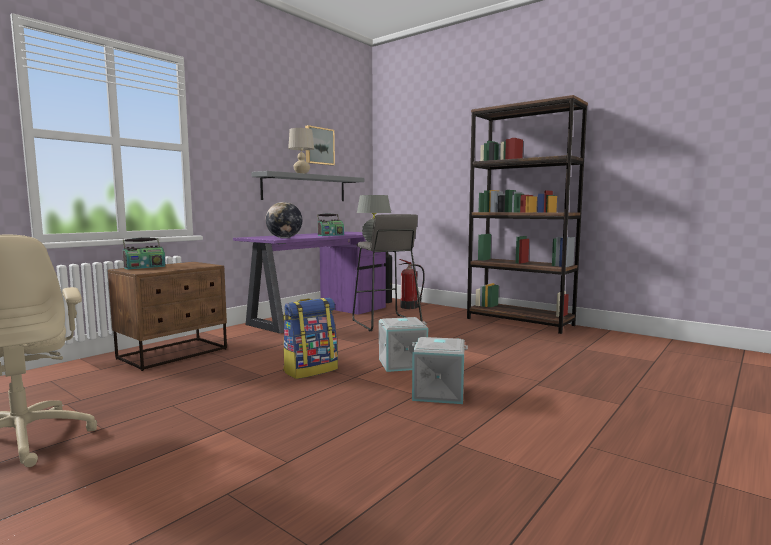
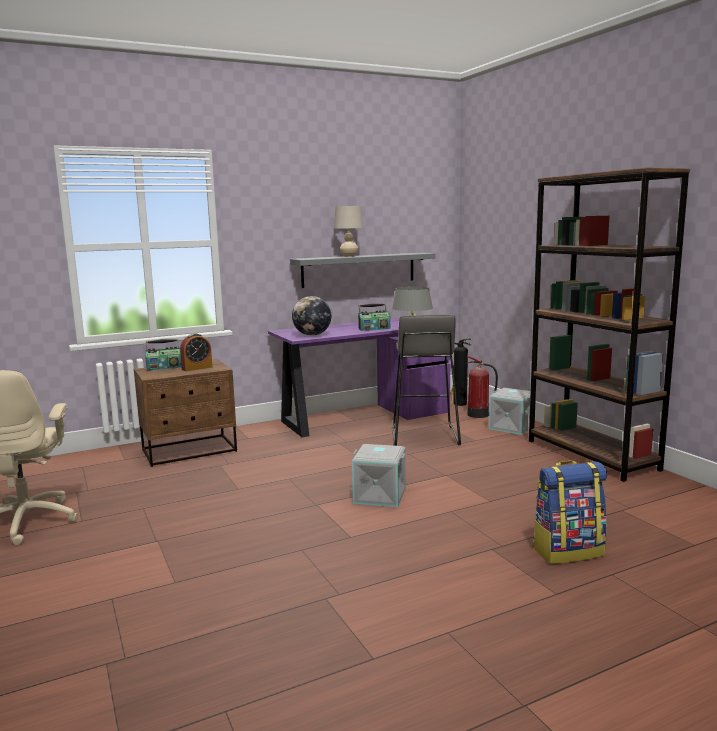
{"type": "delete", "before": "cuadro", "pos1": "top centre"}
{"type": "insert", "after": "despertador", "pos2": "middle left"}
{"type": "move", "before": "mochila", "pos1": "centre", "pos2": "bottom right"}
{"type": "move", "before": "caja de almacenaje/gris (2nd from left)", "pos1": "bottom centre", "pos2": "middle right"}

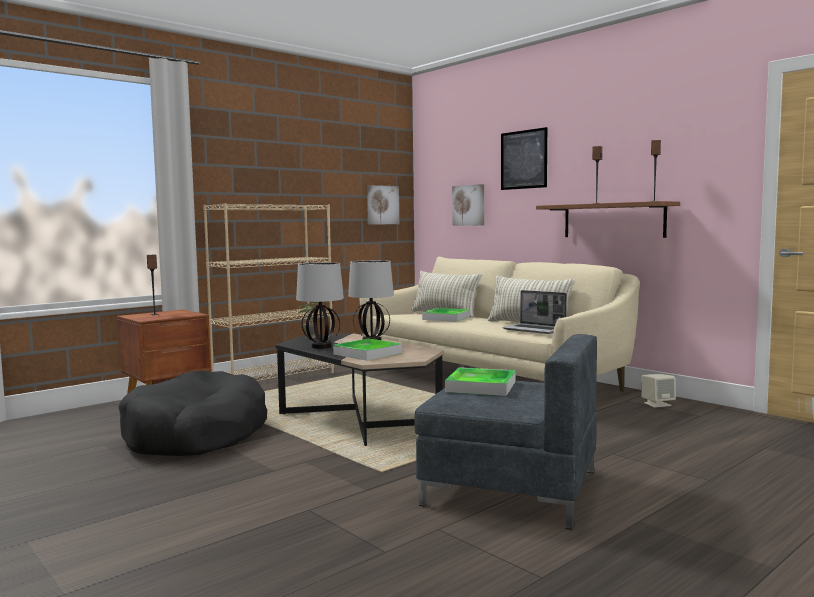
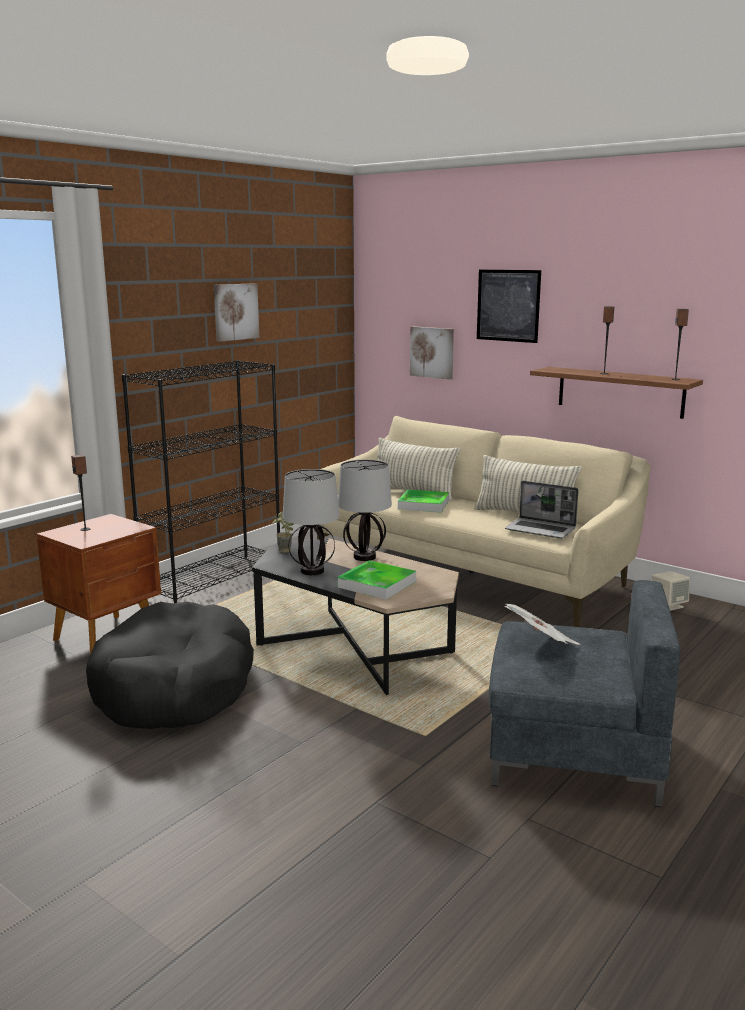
{"type": "move", "before": "cuadro (1st from left)", "pos1": "centre", "pos2": "top left"}
{"type": "replace", "before": "bandeja (3rd from left)", "after": "periódico", "pos1": "centre", "pos2": "middle right"}
{"type": "recolor", "before": "estantería/beis", "after": "estantería/negro", "pos1": "middle left", "pos2": "middle left"}

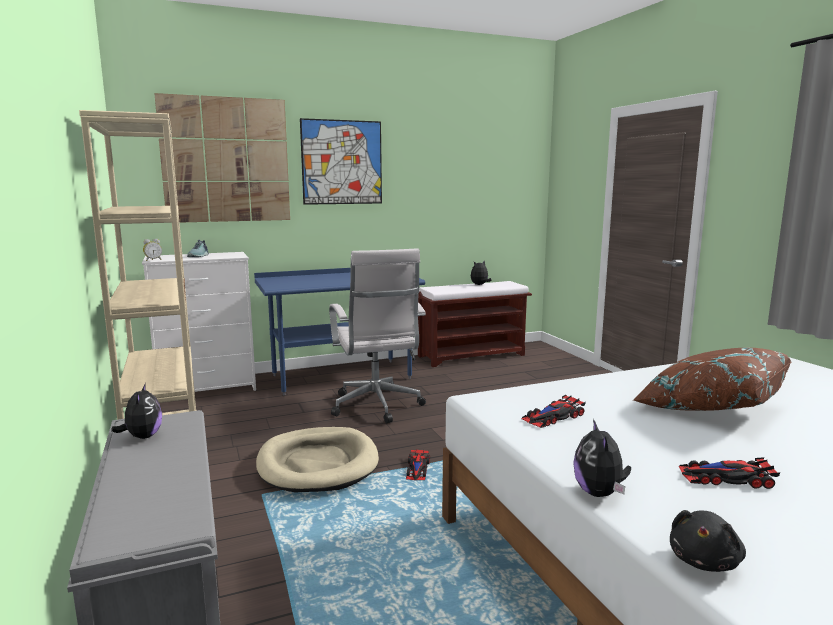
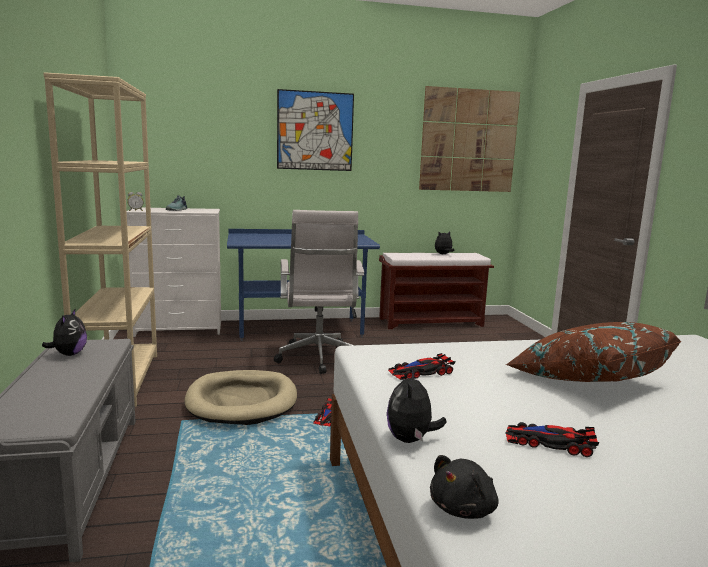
{"type": "move", "before": "cuadro (1st from left in the first image)", "after": "cuadro (2nd from left)", "pos1": "top left", "pos2": "top centre"}

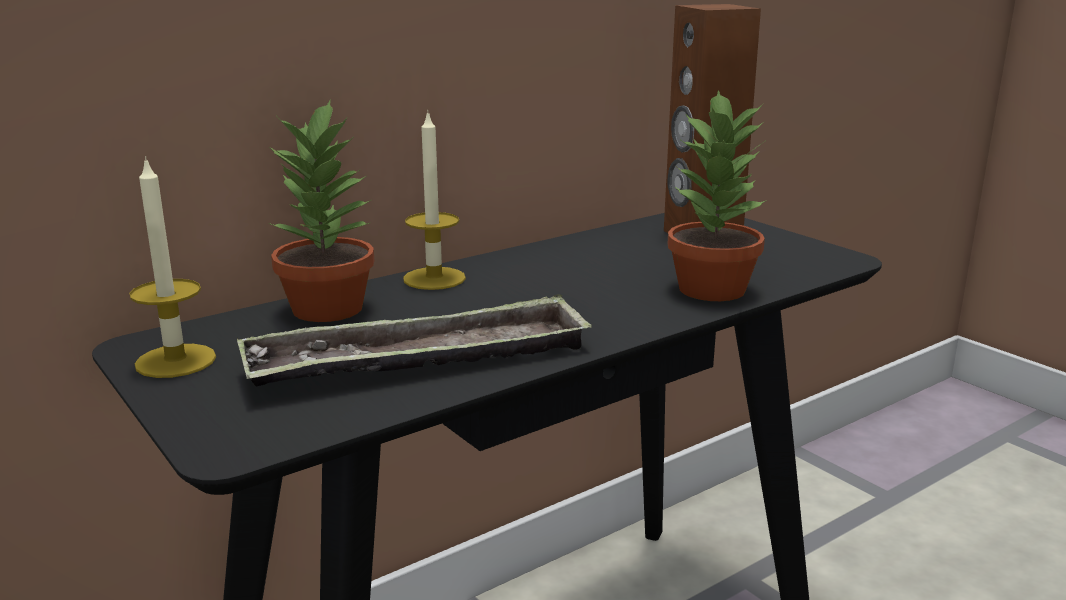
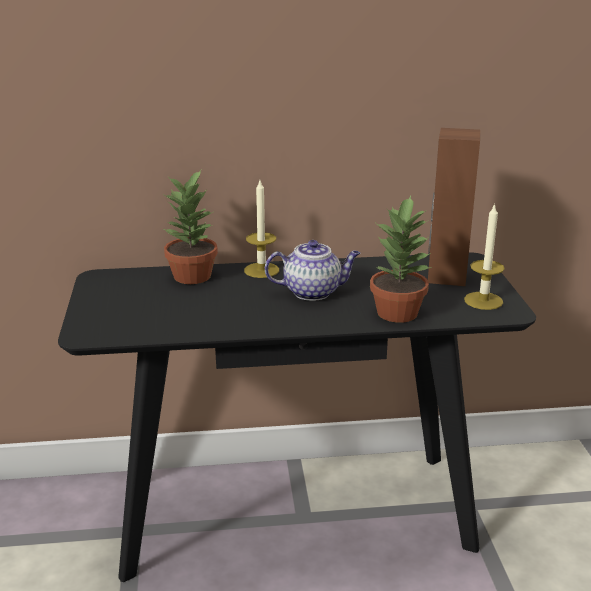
{"type": "delete", "before": "bandeja", "pos1": "centre"}
{"type": "insert", "after": "tetera", "pos2": "centre"}
{"type": "move", "before": "vela (1st from left in the first image)", "after": "vela (2nd from left)", "pos1": "middle left", "pos2": "middle right"}

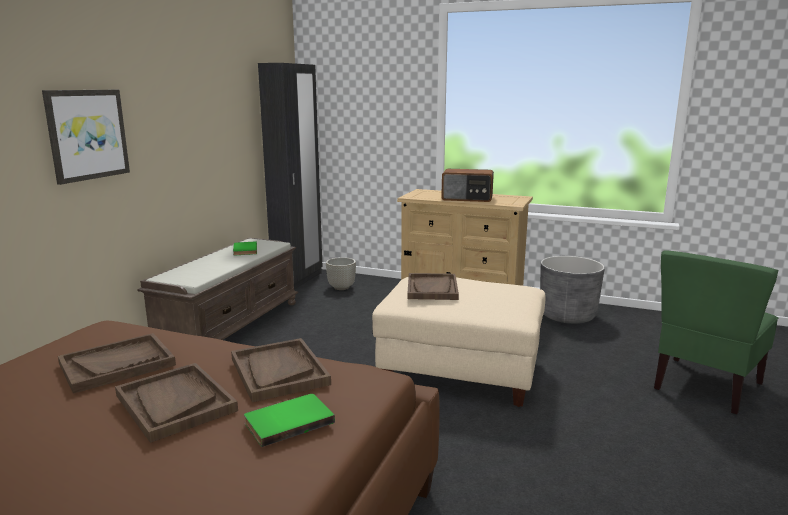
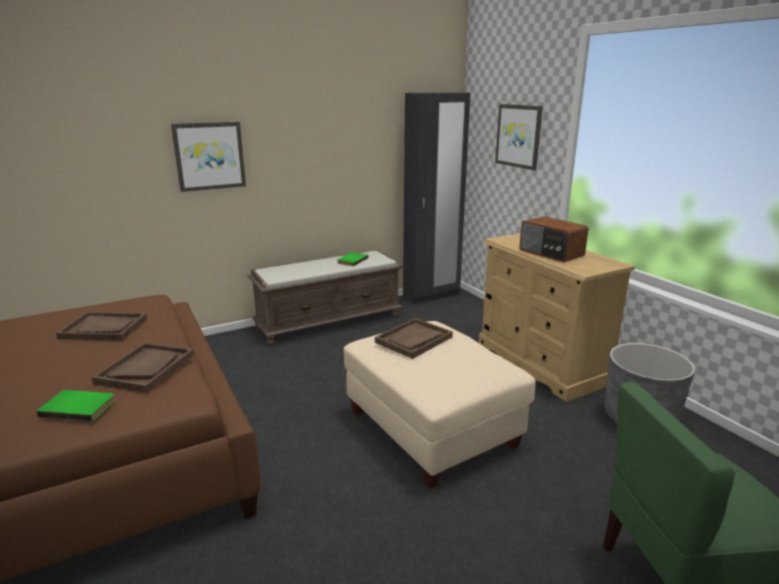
{"type": "delete", "before": "bandeja/marrón (2nd from left)", "pos1": "bottom left"}
{"type": "delete", "before": "maceta/gris (1st from left)", "pos1": "centre"}
{"type": "insert", "after": "cuadro (2nd from left)", "pos2": "top centre"}

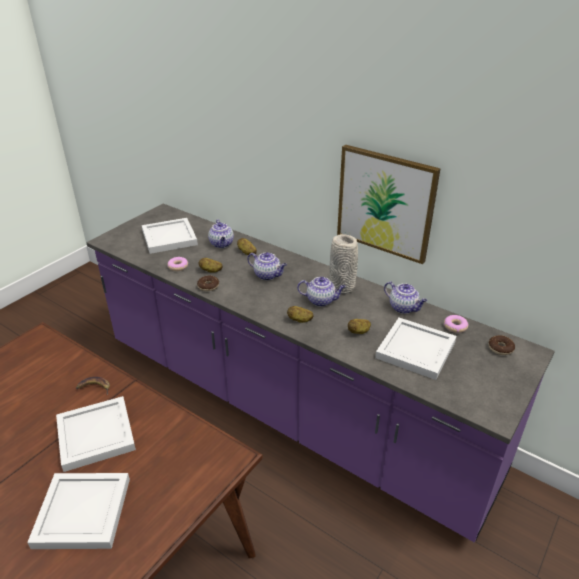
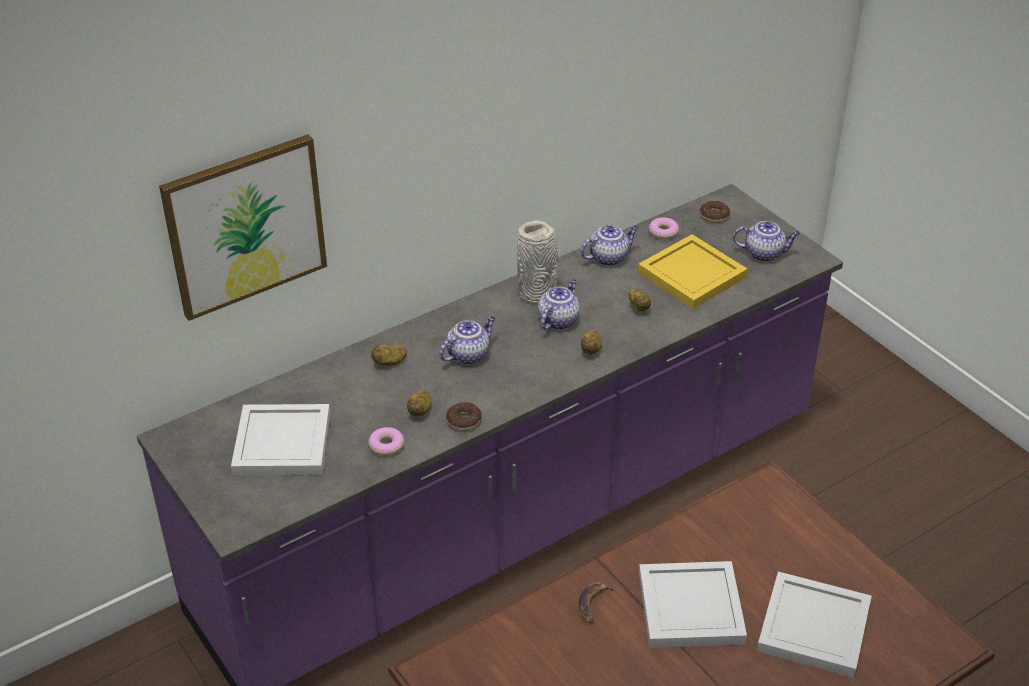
{"type": "move", "before": "tetera (1st from left in the first image)", "after": "tetera (4th from left)", "pos1": "centre", "pos2": "middle right"}
{"type": "move", "before": "cuadro", "pos1": "middle right", "pos2": "top left"}
{"type": "recolor", "before": "bandeja/blanco (4th from left)", "after": "bandeja/amarillo", "pos1": "middle right", "pos2": "middle right"}

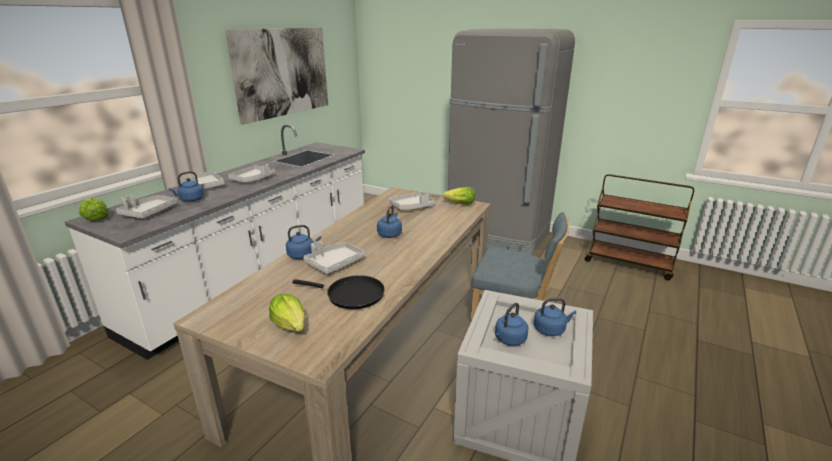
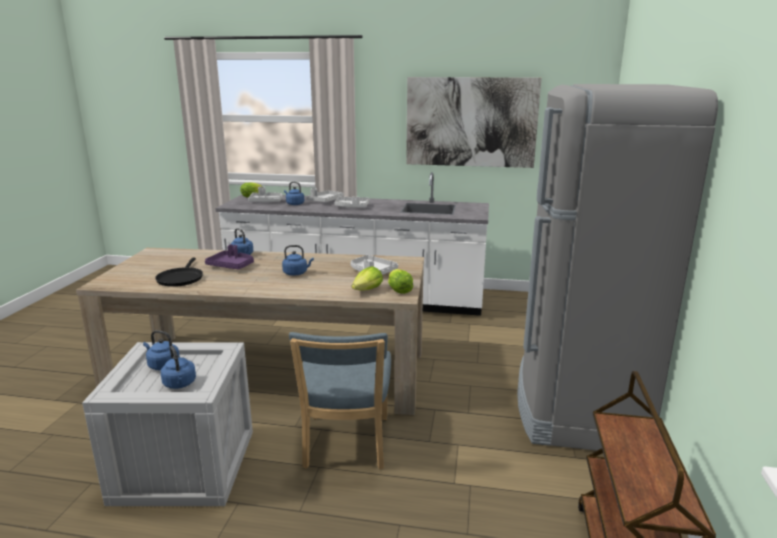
{"type": "move", "before": "lechuga (2nd from left)", "pos1": "bottom centre", "pos2": "centre"}
{"type": "recolor", "before": "bandeja/gris (4th from left)", "after": "bandeja/morado", "pos1": "centre", "pos2": "middle left"}

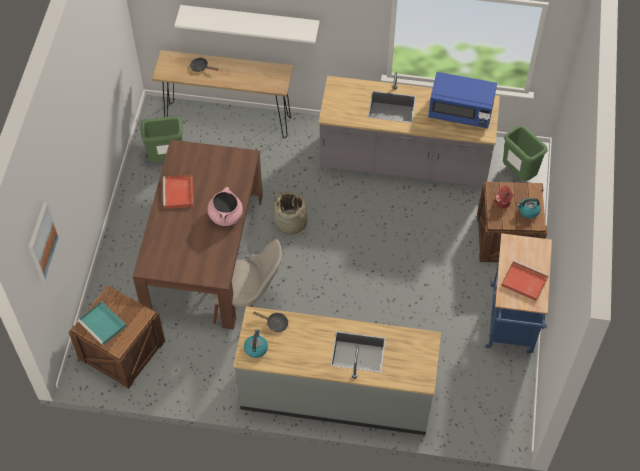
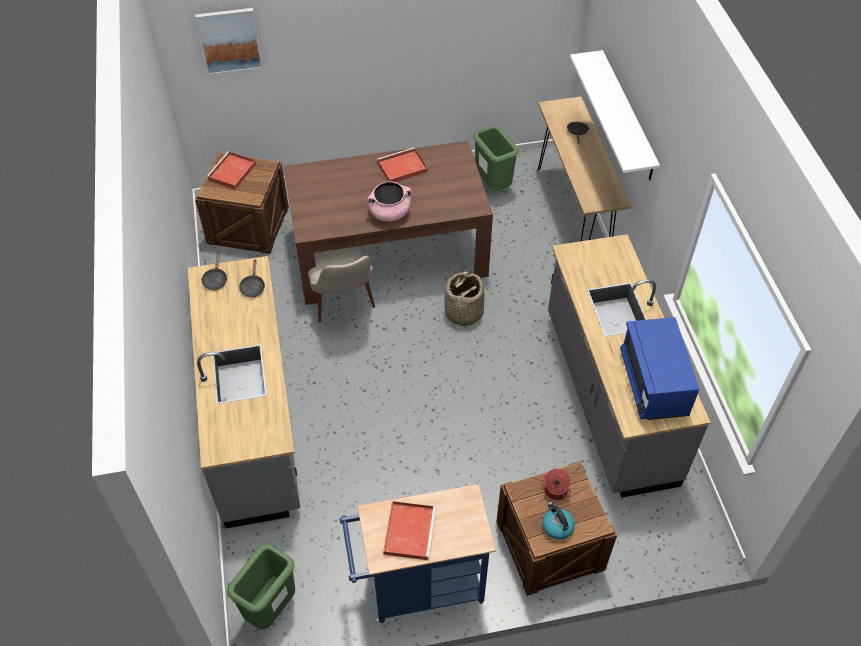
{"type": "move", "before": "papelera/verde (2nd from left in the first image)", "after": "papelera/verde (1st from left)", "pos1": "top right", "pos2": "bottom left"}
{"type": "replace", "before": "hervidor (1st from left)", "after": "sartén/negro (1st from left)", "pos1": "bottom centre", "pos2": "middle left"}
{"type": "recolor", "before": "bandeja/turquesa", "after": "bandeja/rojo (1st from left)", "pos1": "bottom left", "pos2": "top left"}

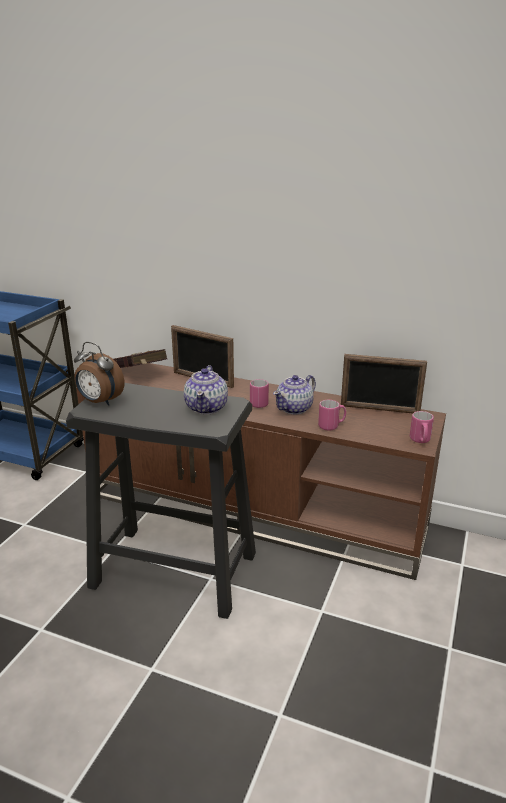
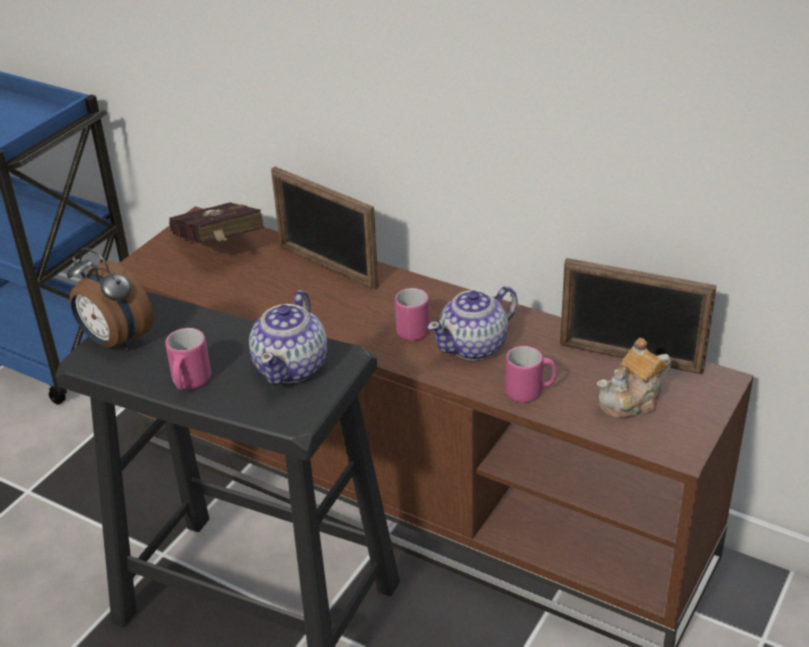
{"type": "insert", "after": "tetera (3rd from left)", "pos2": "middle right"}
{"type": "move", "before": "taza grande/rosa (3rd from left in the first image)", "after": "taza grande/rosa (1st from left)", "pos1": "middle right", "pos2": "middle left"}

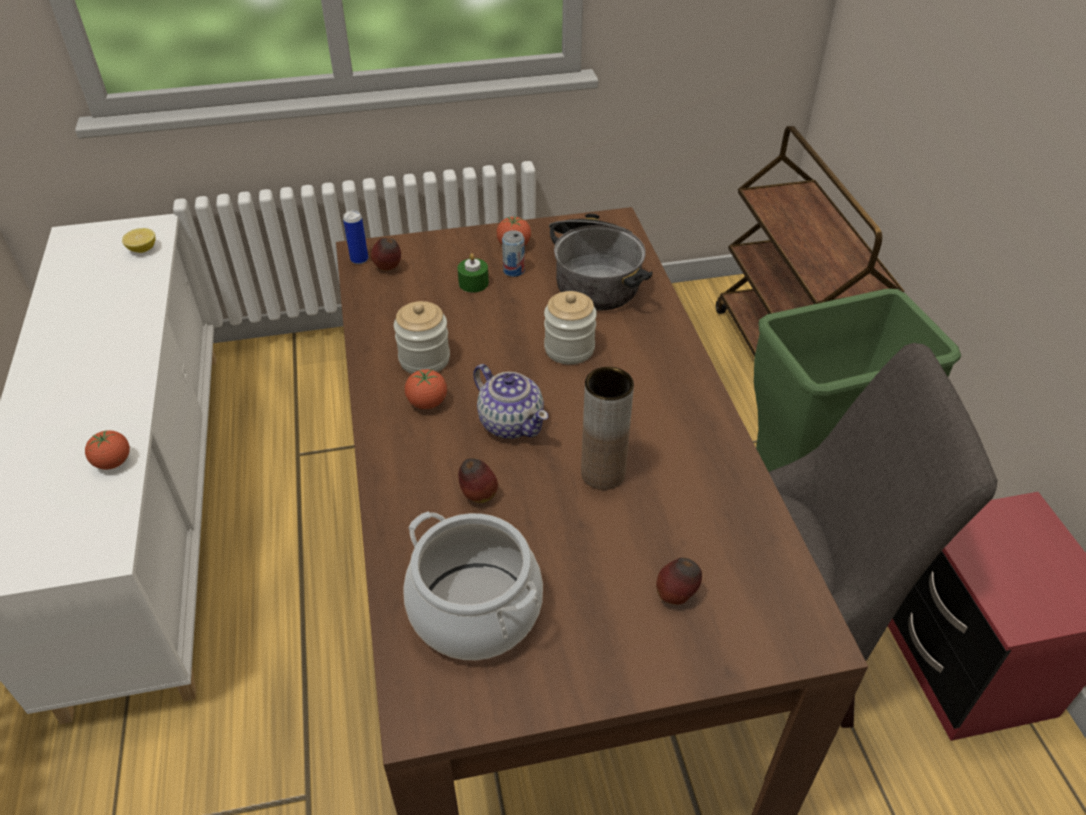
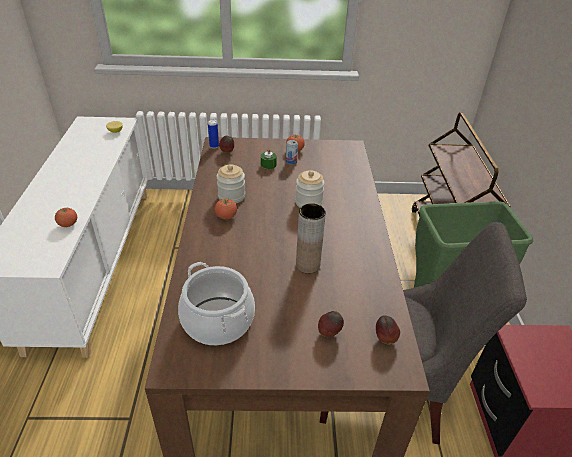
{"type": "delete", "before": "tetera", "pos1": "centre"}
{"type": "delete", "before": "olla (2nd from left)", "pos1": "top centre"}
{"type": "move", "before": "manzana (2nd from left in the first image)", "after": "manzana (3rd from left)", "pos1": "centre", "pos2": "bottom right"}

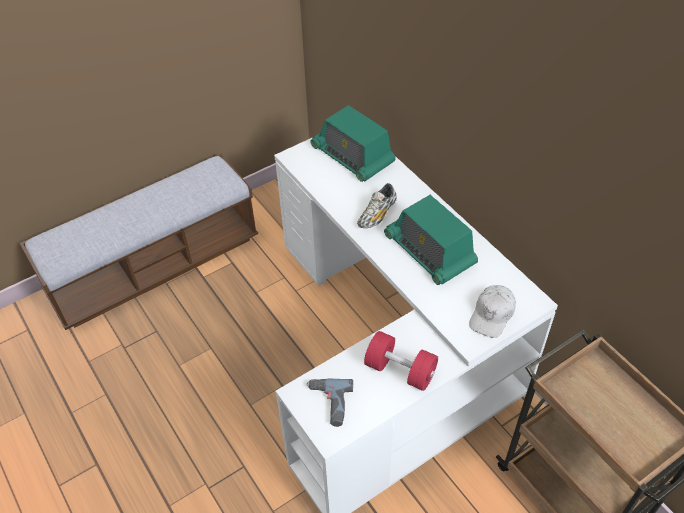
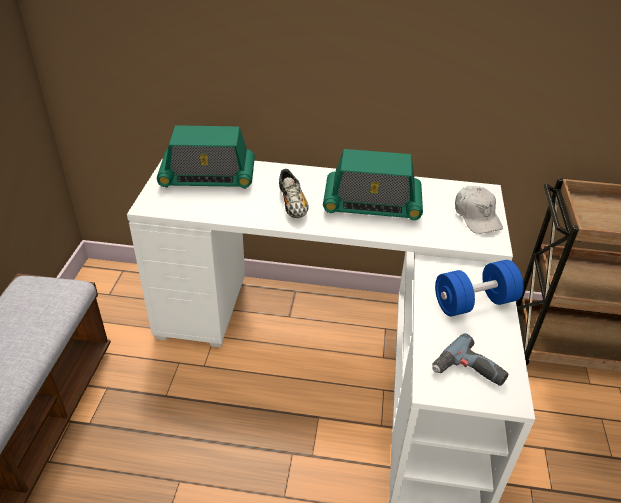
{"type": "recolor", "before": "mancuerna/rojo", "after": "mancuerna/azul", "pos1": "bottom centre", "pos2": "middle right"}

